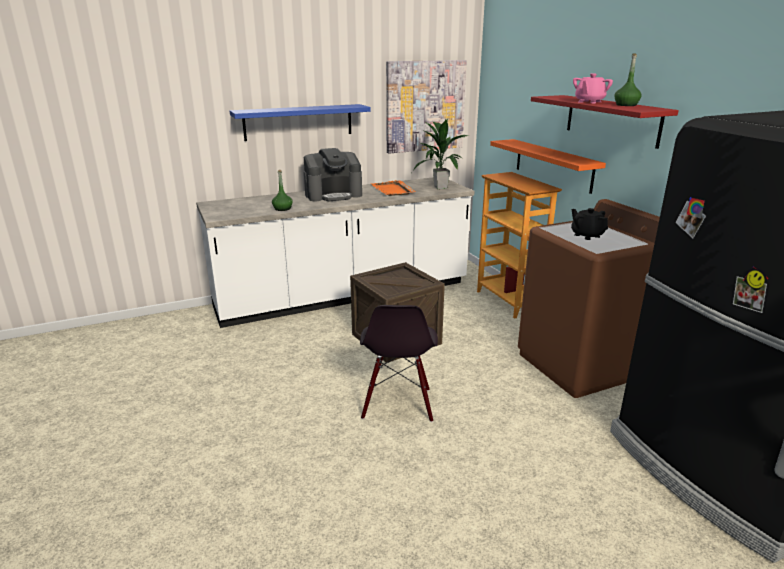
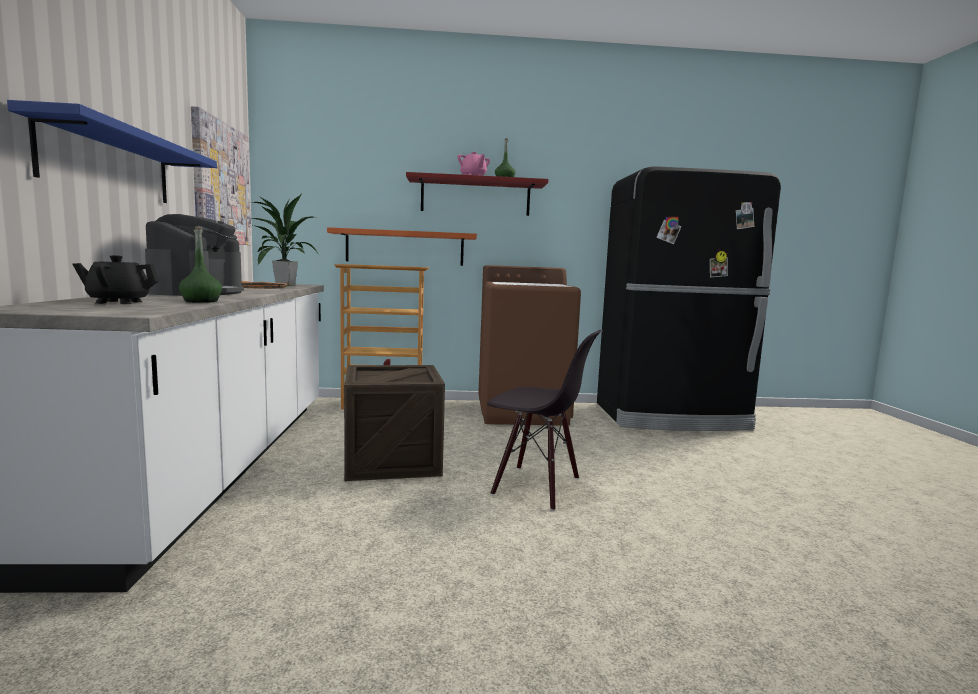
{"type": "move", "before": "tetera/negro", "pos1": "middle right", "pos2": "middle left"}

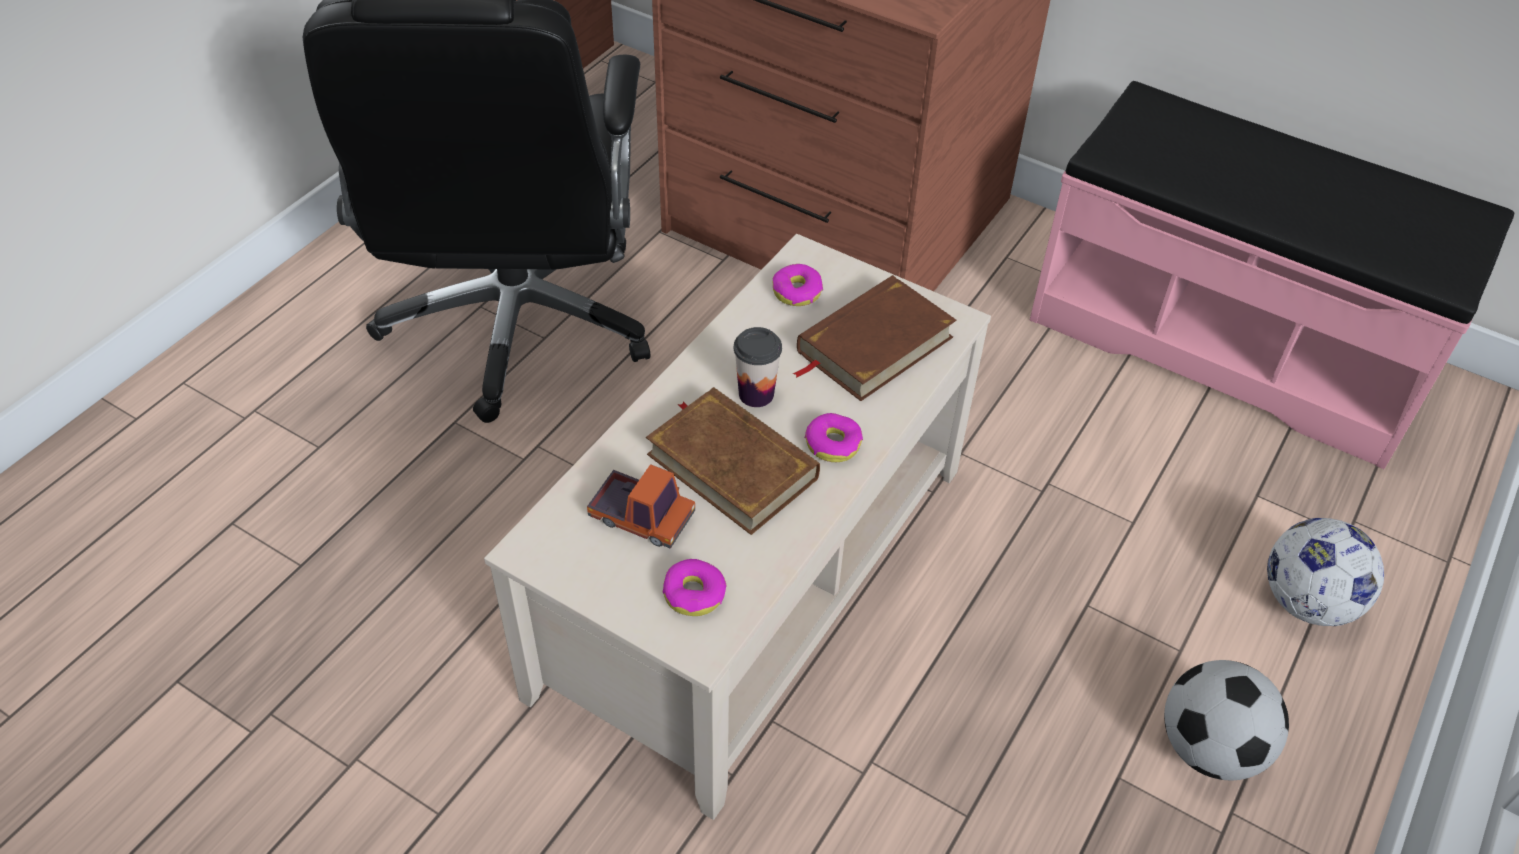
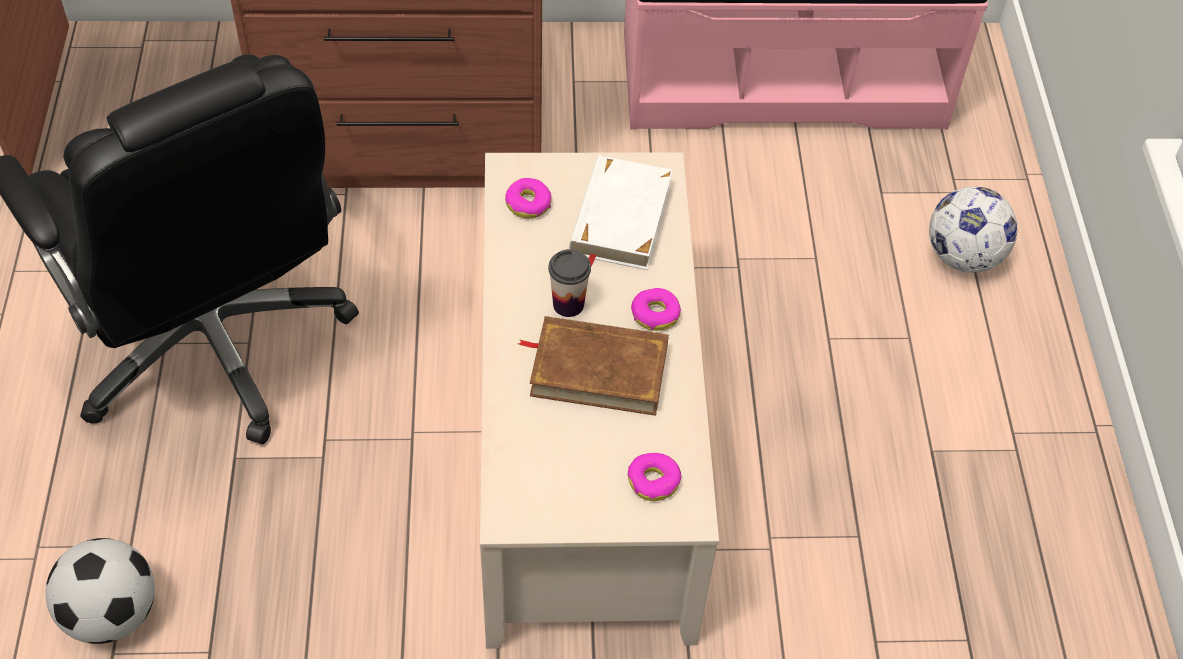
{"type": "delete", "before": "camión de juguete", "pos1": "centre"}
{"type": "move", "before": "balón de fútbol (1st from left)", "pos1": "bottom right", "pos2": "bottom left"}
{"type": "recolor", "before": "libro/marrón (2nd from left)", "after": "libro/blanco", "pos1": "centre", "pos2": "top centre"}

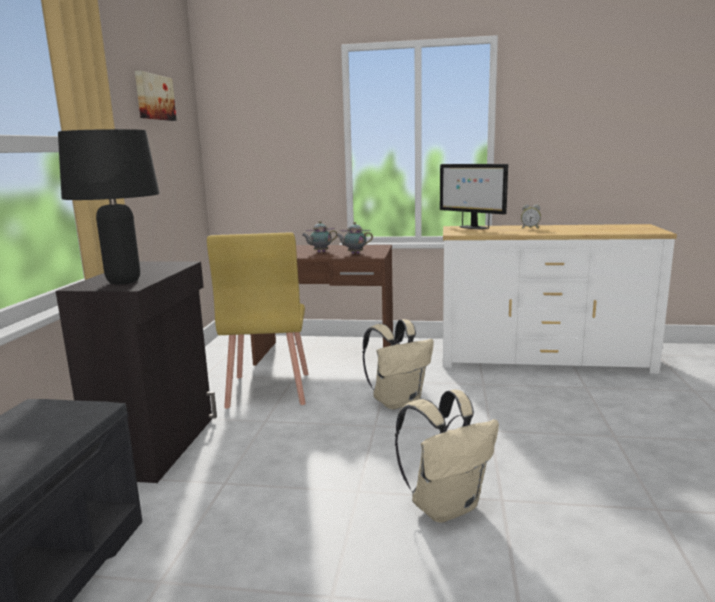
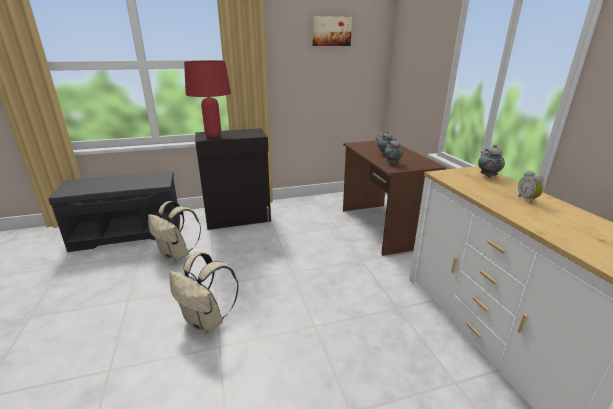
{"type": "delete", "before": "silla/amarillo", "pos1": "centre"}
{"type": "move", "before": "mochila/beis (1st from left)", "pos1": "centre", "pos2": "middle left"}
{"type": "replace", "before": "monitor", "after": "tetera (3rd from left)", "pos1": "top centre", "pos2": "middle right"}
{"type": "recolor", "before": "lámpara de mesa/negro", "after": "lámpara de mesa/rojo", "pos1": "middle left", "pos2": "top centre"}

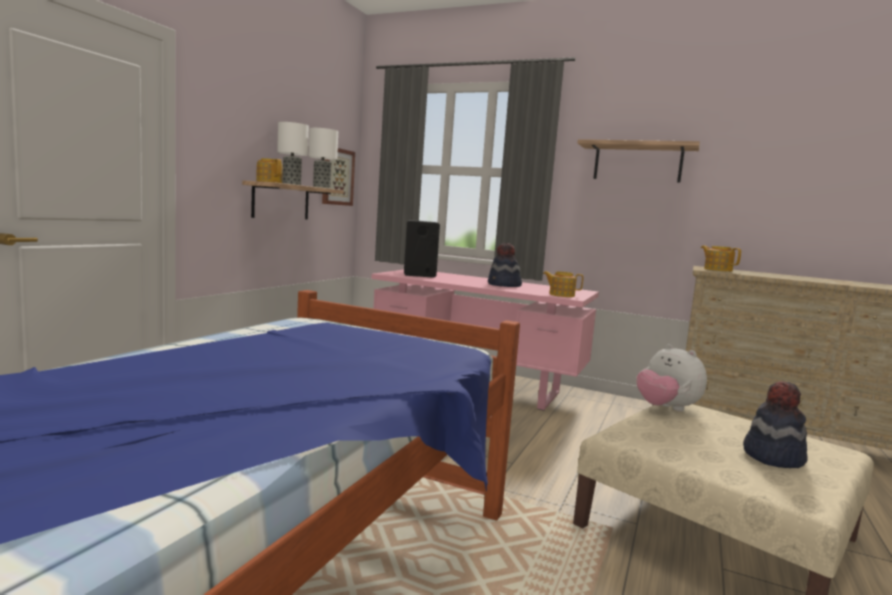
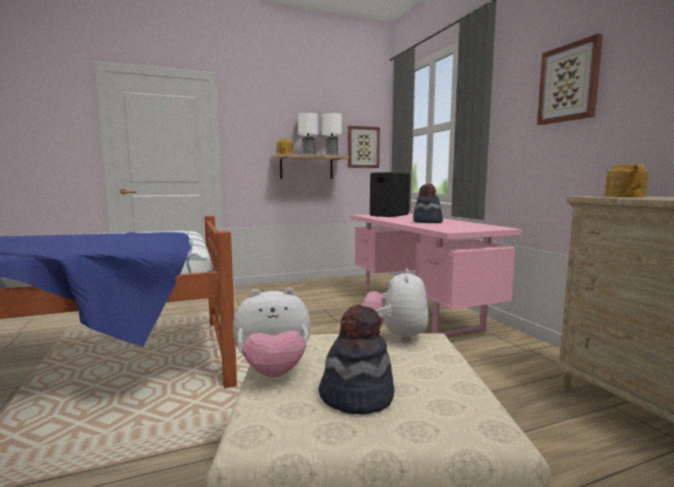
{"type": "delete", "before": "tetera (2nd from left)", "pos1": "centre"}
{"type": "insert", "after": "peluche (1st from left)", "pos2": "bottom centre"}
{"type": "replace", "before": "estante (2nd from left)", "after": "cuadro (2nd from left)", "pos1": "top right", "pos2": "top right"}

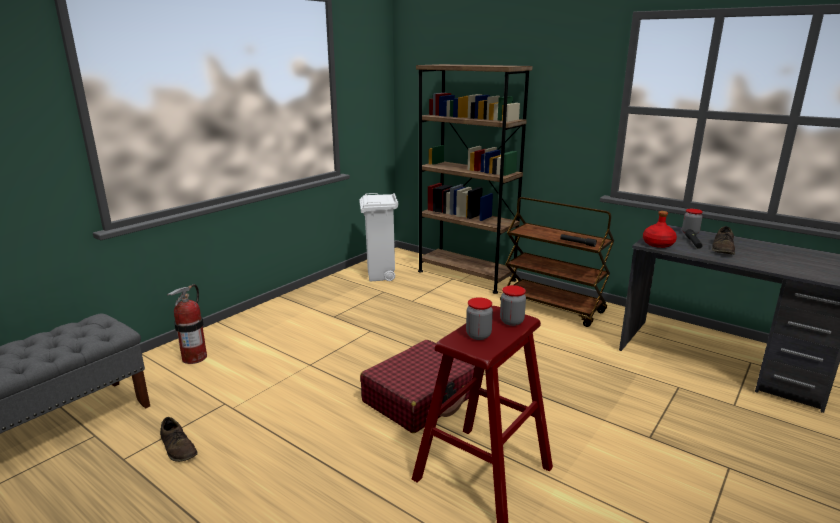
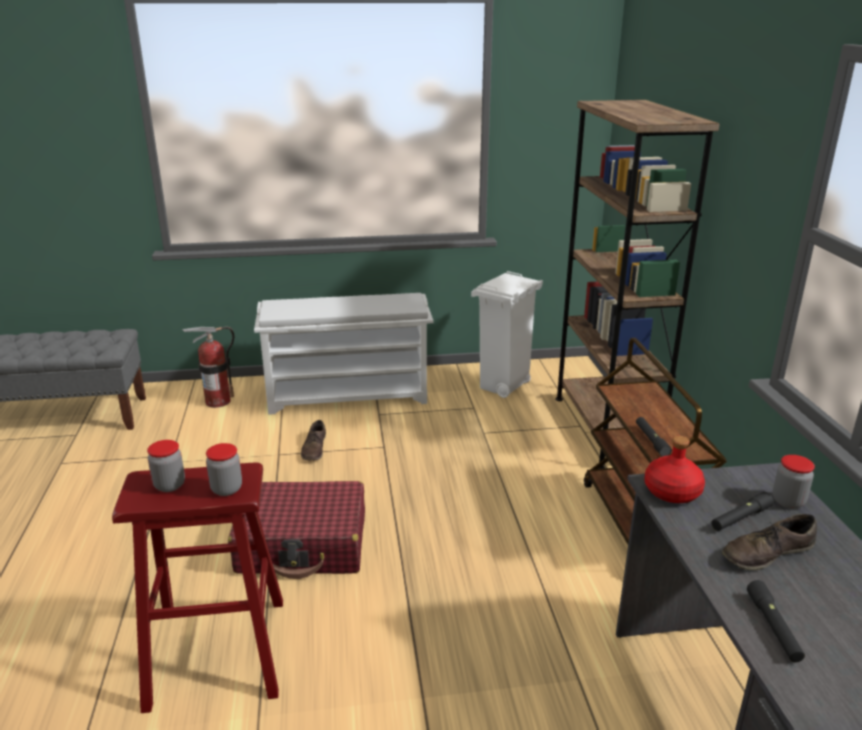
{"type": "insert", "after": "zapatero/blanco", "pos2": "centre"}
{"type": "insert", "after": "linterna/negro (3rd from left)", "pos2": "bottom right"}
{"type": "move", "before": "zapato/marrón (1st from left)", "pos1": "bottom left", "pos2": "centre"}

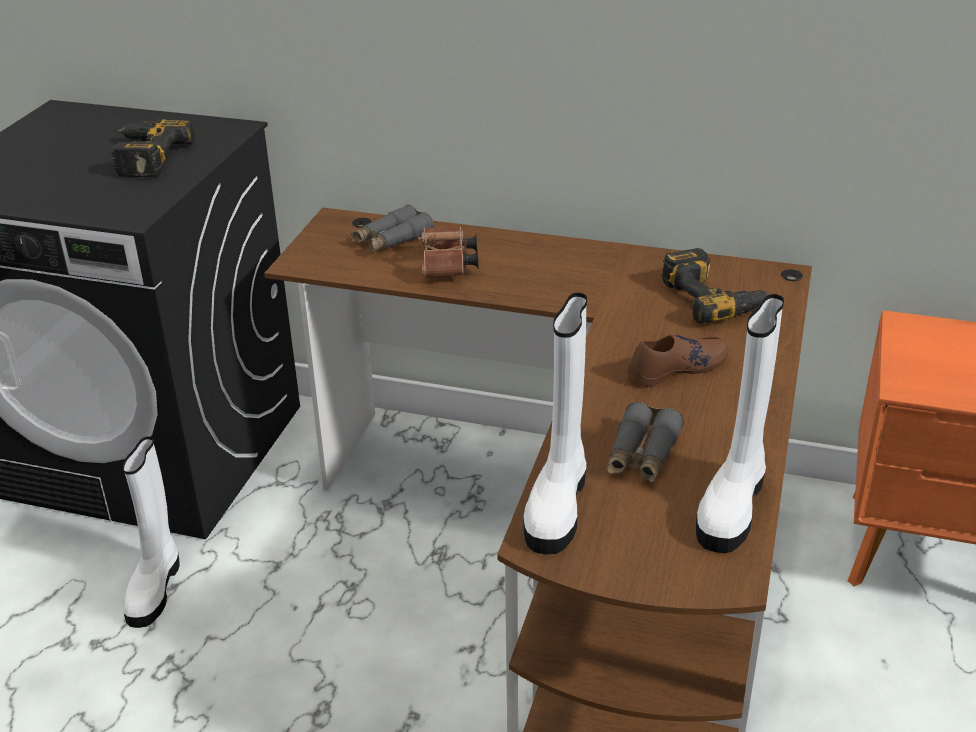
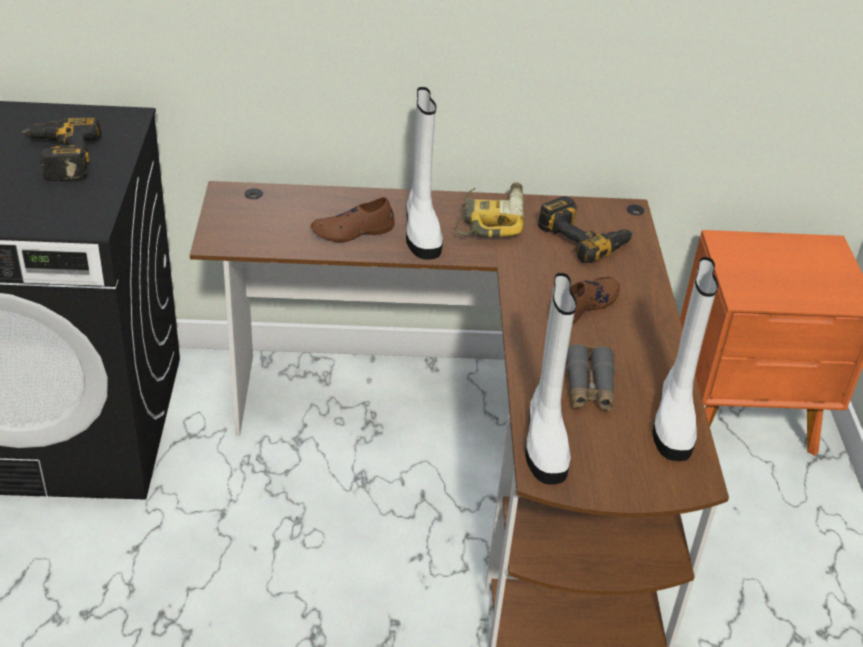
{"type": "delete", "before": "prismáticos/gris (1st from left)", "pos1": "top centre"}
{"type": "insert", "after": "taladro (2nd from left)", "pos2": "top centre"}
{"type": "move", "before": "bota/blanco (1st from left)", "pos1": "bottom left", "pos2": "top centre"}
{"type": "replace", "before": "prismáticos/marrón", "after": "zapato/marrón (1st from left)", "pos1": "centre", "pos2": "centre"}

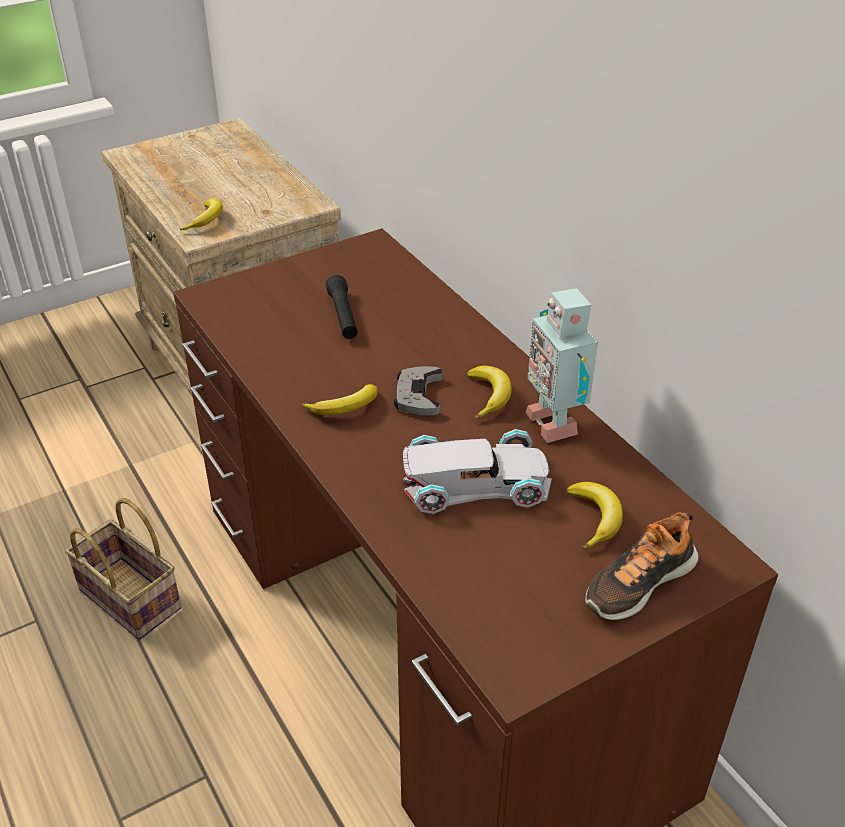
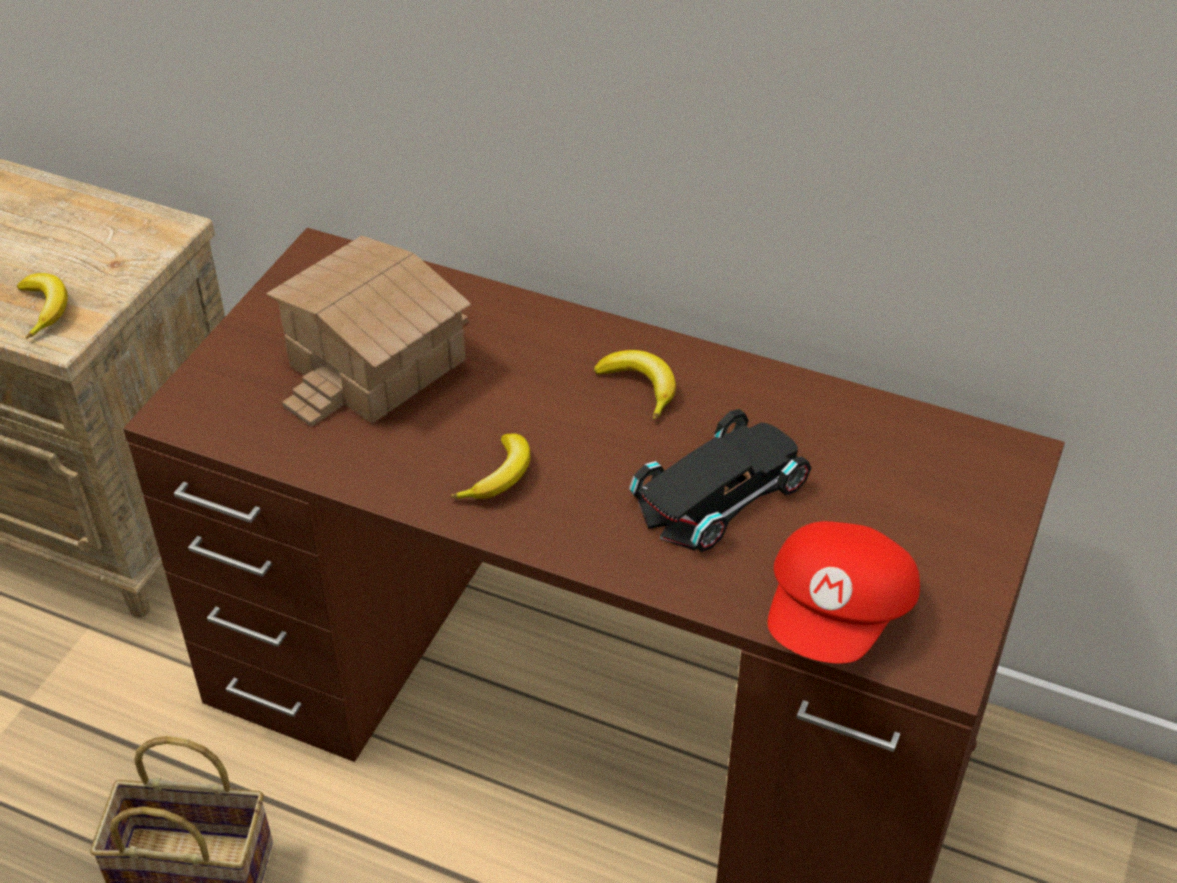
{"type": "delete", "before": "mando de consola/gris", "pos1": "centre"}
{"type": "delete", "before": "robot de juguete", "pos1": "centre"}
{"type": "delete", "before": "plátano (4th from left)", "pos1": "middle right"}
{"type": "delete", "before": "zapato", "pos1": "bottom right"}
{"type": "insert", "after": "gorra/rojo", "pos2": "bottom right"}
{"type": "replace", "before": "linterna/negro", "after": "casita", "pos1": "centre", "pos2": "middle left"}
{"type": "recolor", "before": "coche de juguete/blanco", "after": "coche de juguete/negro", "pos1": "centre", "pos2": "centre"}

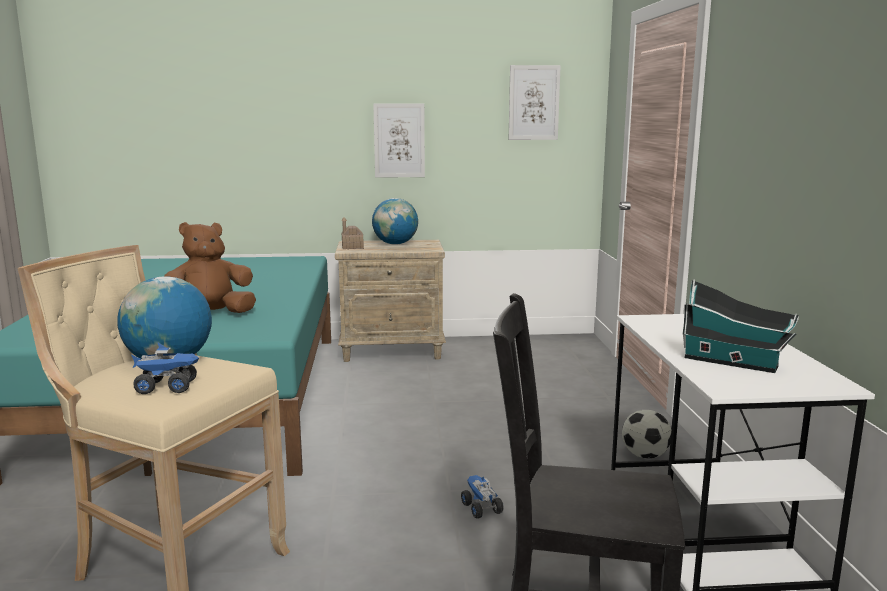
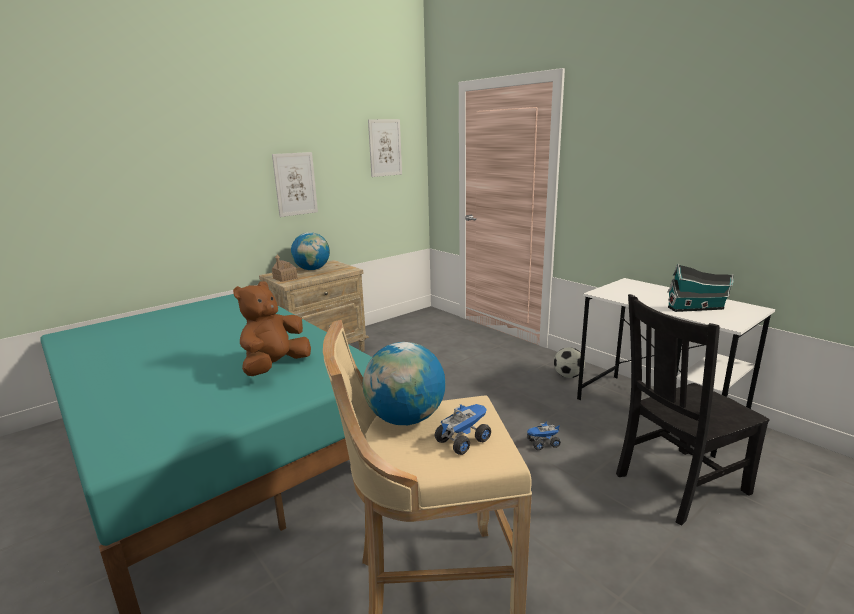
{"type": "rotate", "before": "camión de juguete (2nd from left)", "pos1": "bottom centre", "pos2": "bottom centre", "turn": -45}

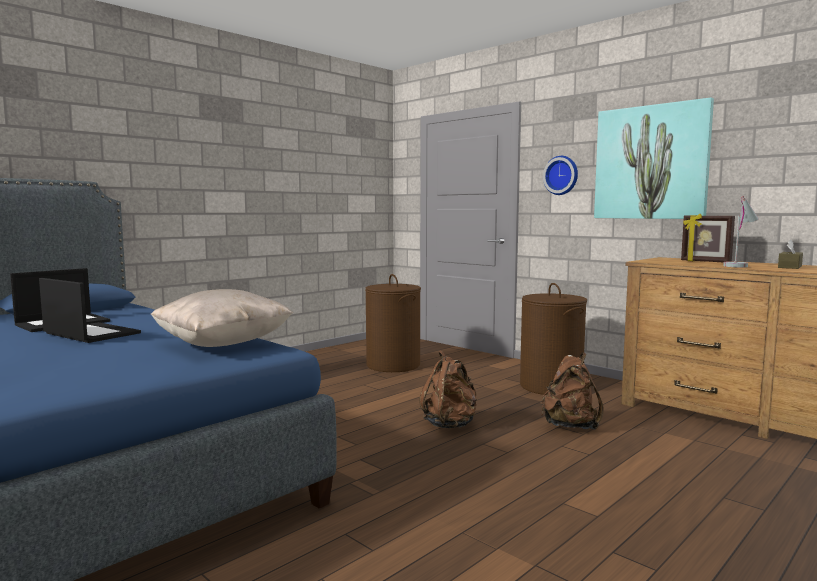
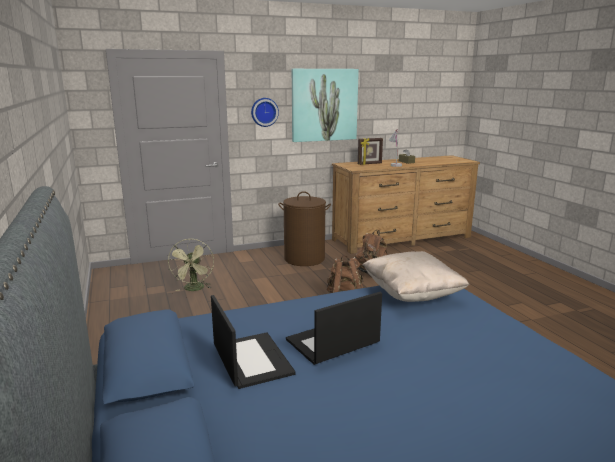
{"type": "replace", "before": "cesto de la ropa/marrón (1st from left)", "after": "ventilador/verde", "pos1": "centre", "pos2": "middle left"}

